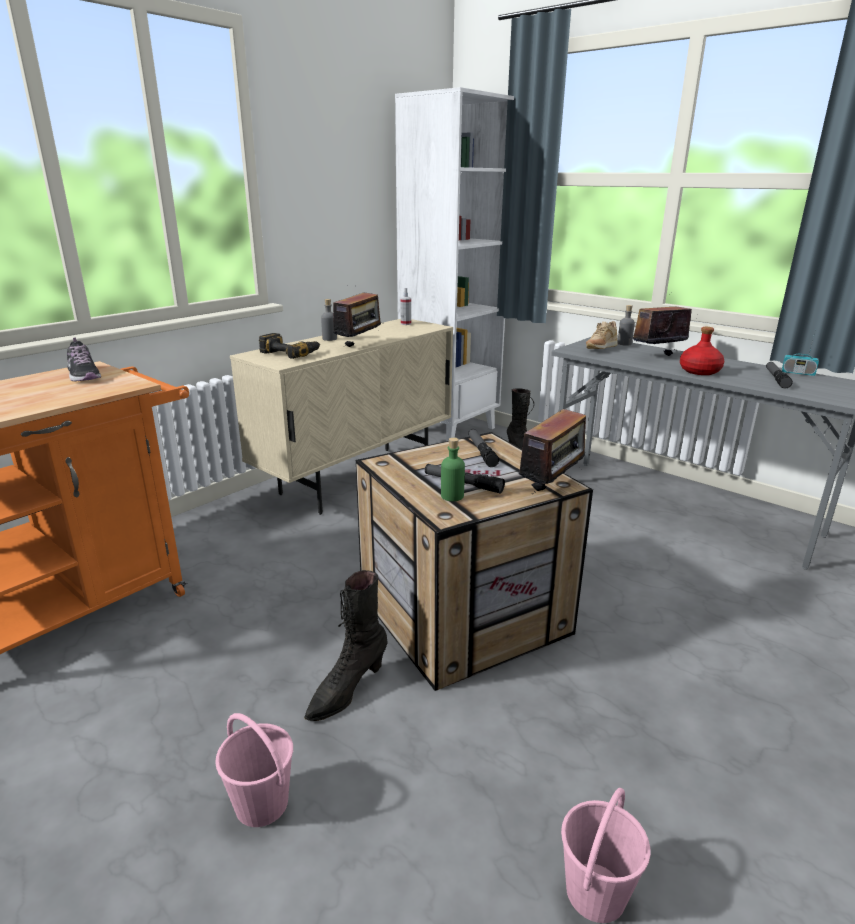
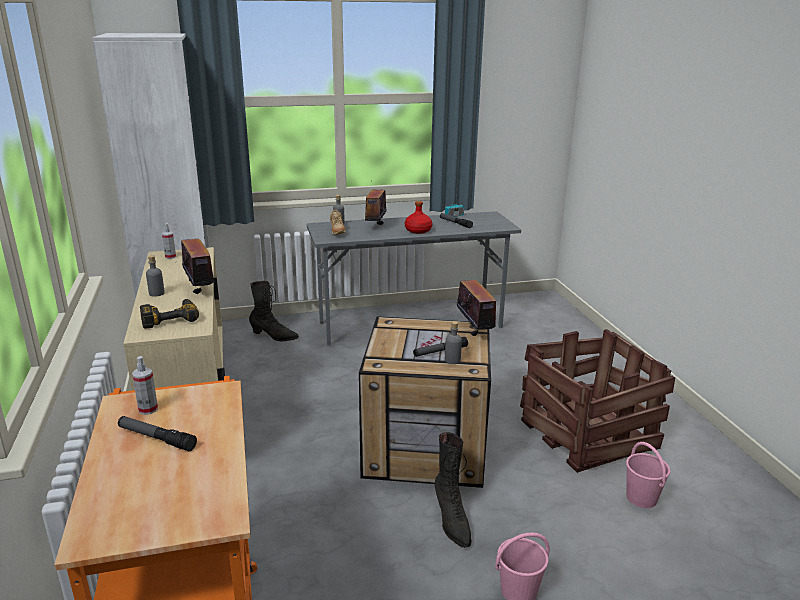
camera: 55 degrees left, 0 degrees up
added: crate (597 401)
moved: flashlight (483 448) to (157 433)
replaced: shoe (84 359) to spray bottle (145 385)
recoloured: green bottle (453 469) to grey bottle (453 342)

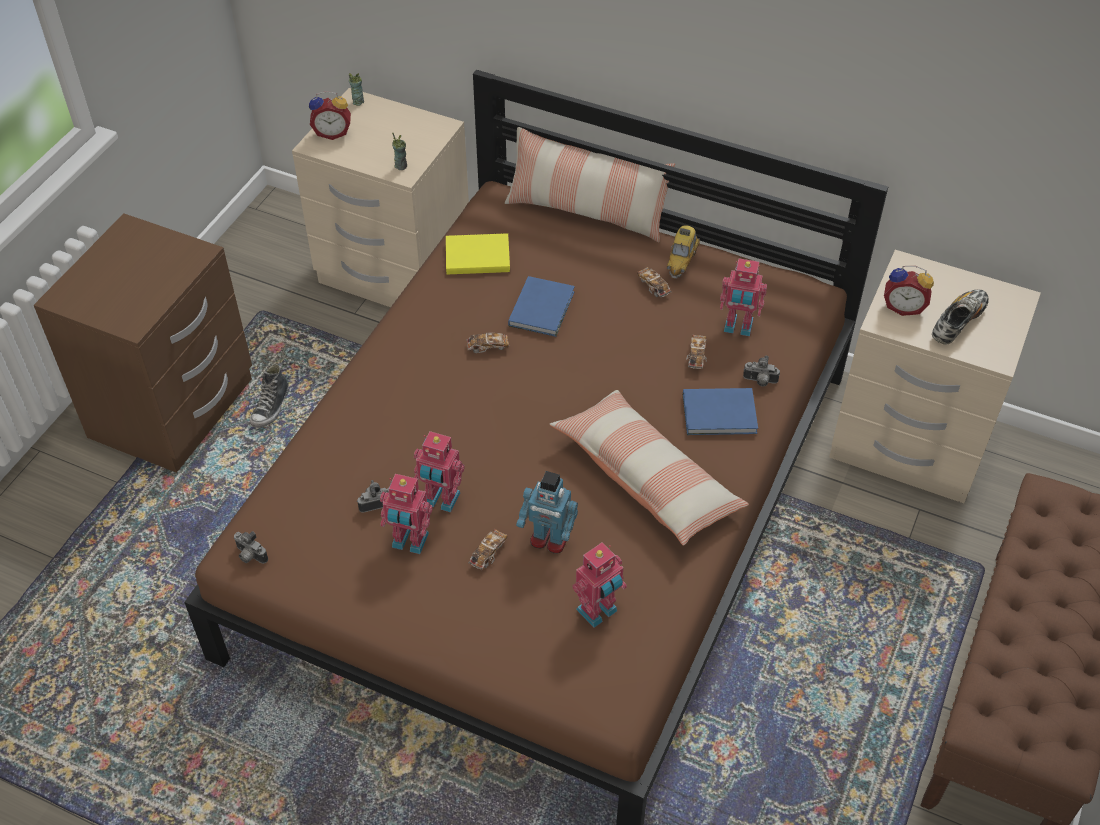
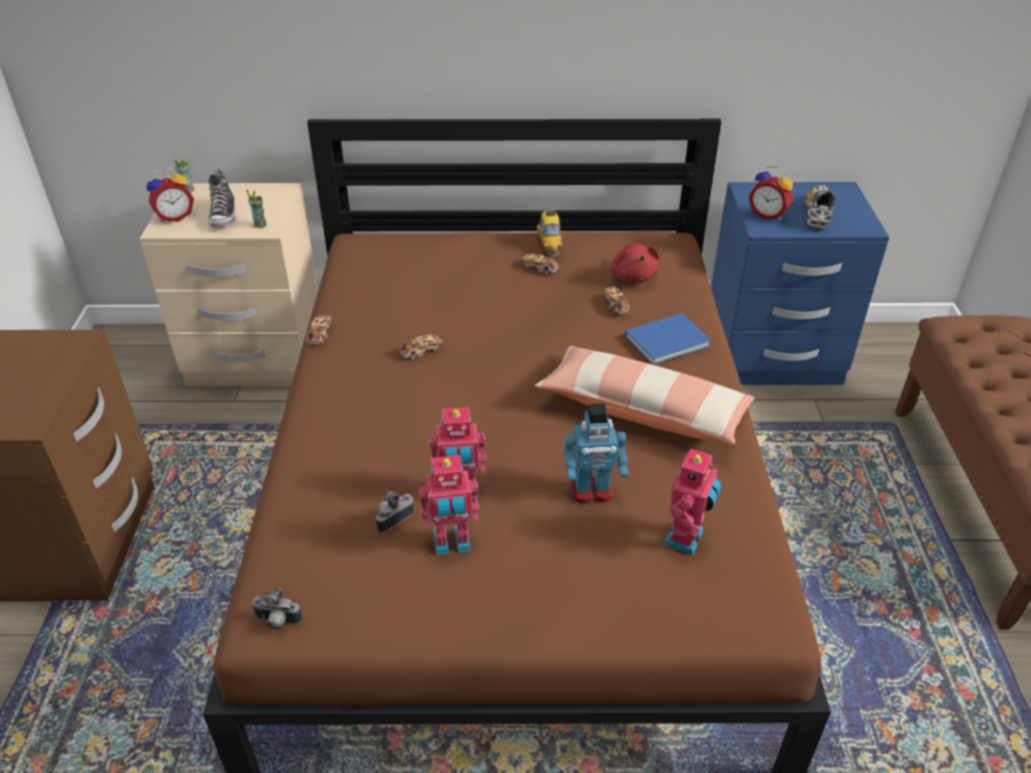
camera: 25 degrees left, 10 degrees down
removed: pillow (590 184); yellow book (478 253); blue book (541 306); photo camera (761 371)
moved: shoe (269 396) to (221 198); toy car (487 549) to (318 330)
replaced: toy robot (743 297) to red plush toy (634 263)
recoloured: beige nightstand (935 376) to blue nightstand (800 283)
turned: alarm clock (909 291) = (770 193) 45 degrees clockwise

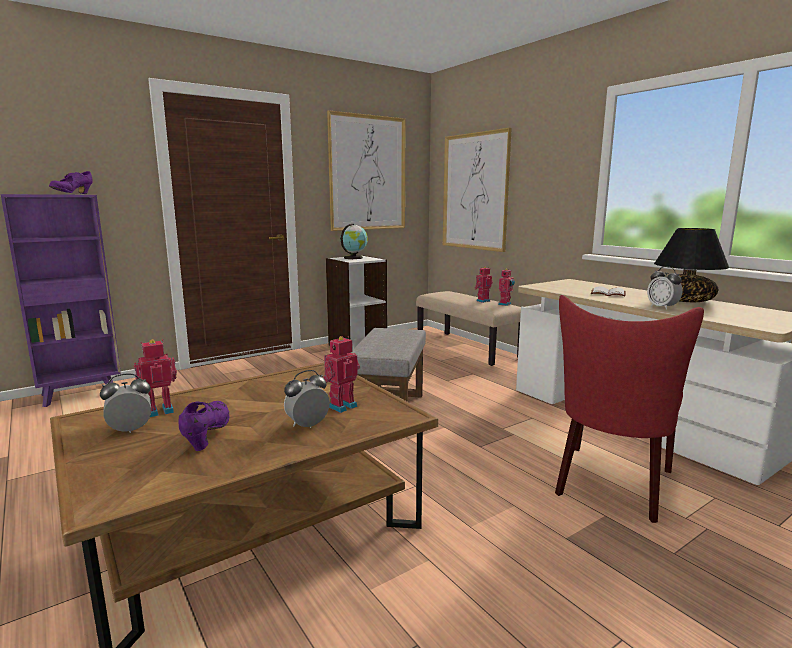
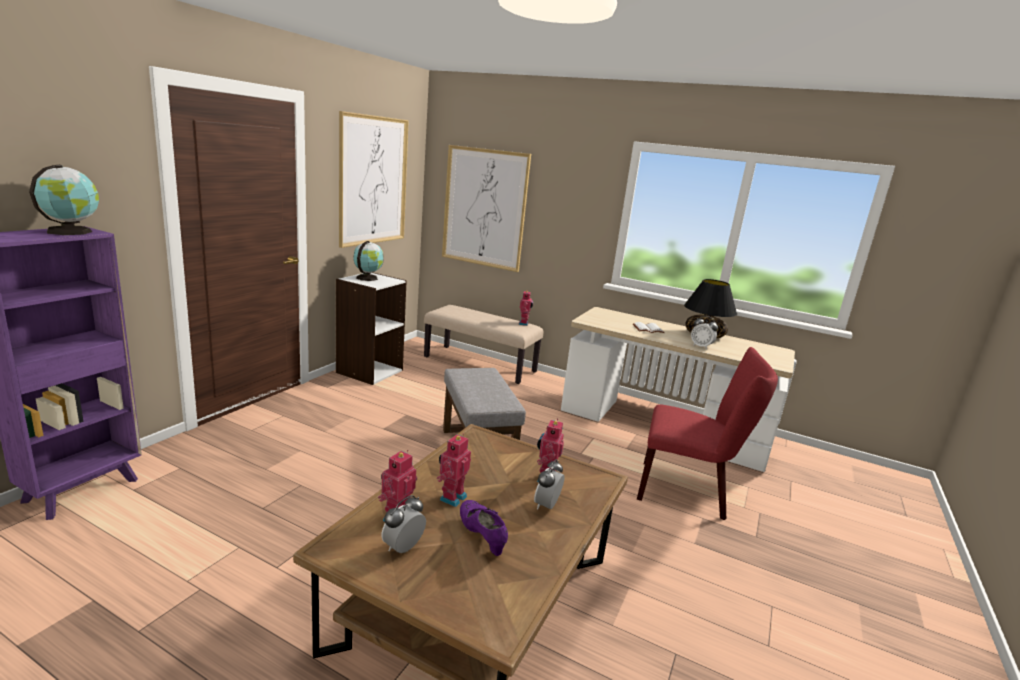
camera: 30 degrees left, 5 degrees up
moved: toy robot (483 285) to (454 470)
replaced: purple shoe (71 182) to globe (64 200)
turned: red chair (629 409) = (707 433) 75 degrees counterclockwise

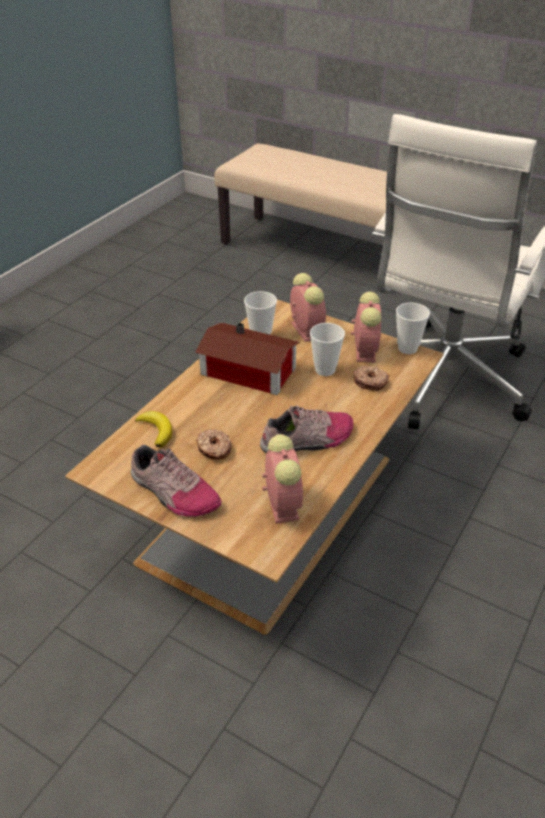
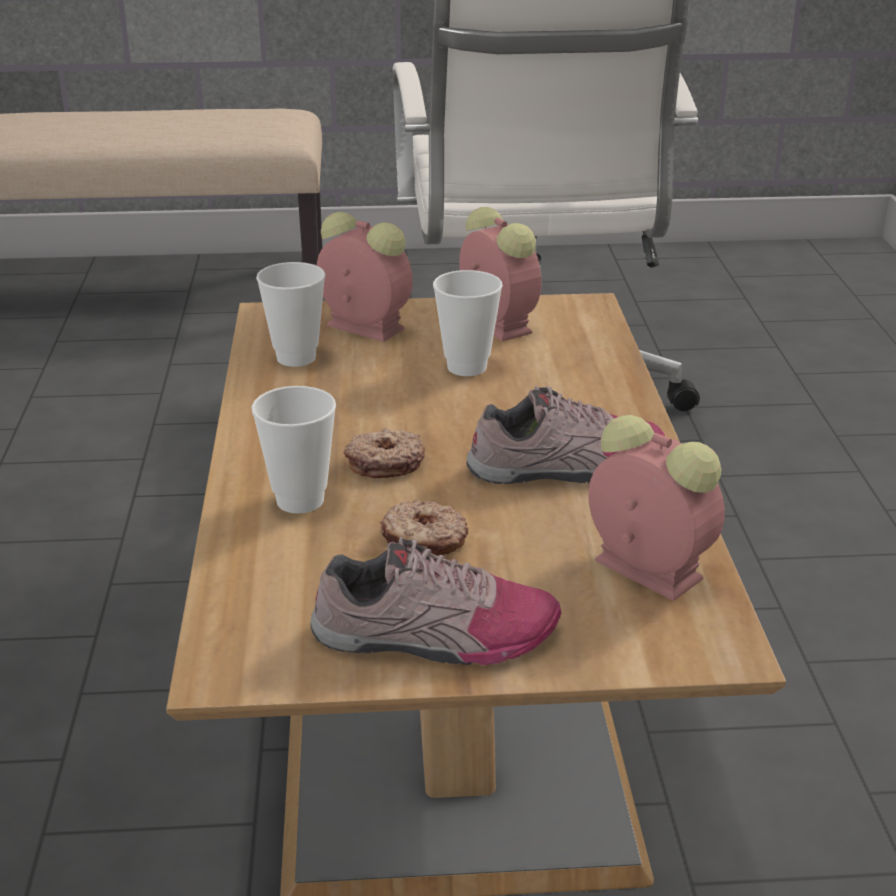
camera: 35 degrees left, 10 degrees down
removed: toy house (247 359); banana (153 429)
moved: cup (413 328) to (293 450); donut (371 378) to (384 453)
turned: shoe (307 430) = (566 435) 45 degrees clockwise

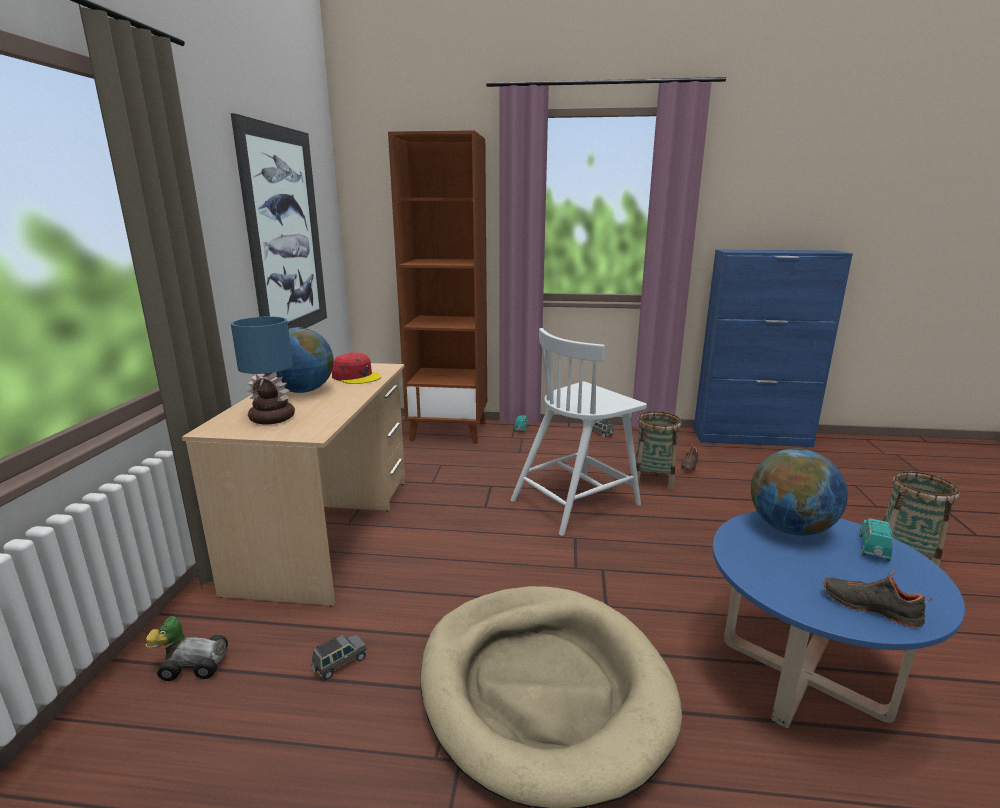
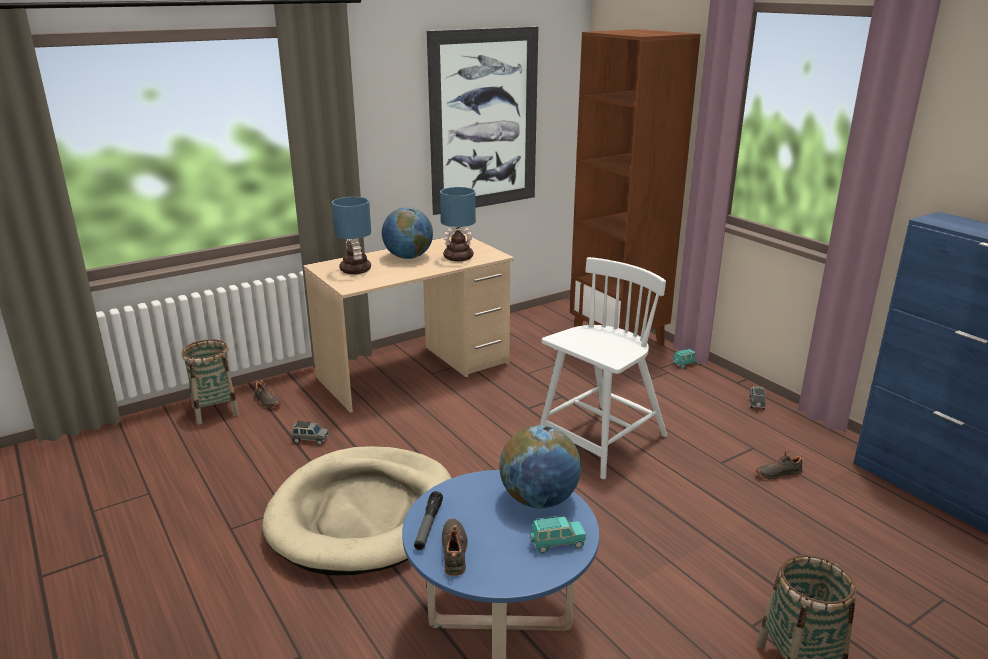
camera: 50 degrees right, 5 degrees up
added: flashlight (428 520)
moved: basket (658 450) to (210 382)
replaced: red cap (356 368) to table lamp (458 224); toy car (187 648) to black shoe (267 394)
turned: white chair (579 432) = (603 368) 120 degrees clockwise

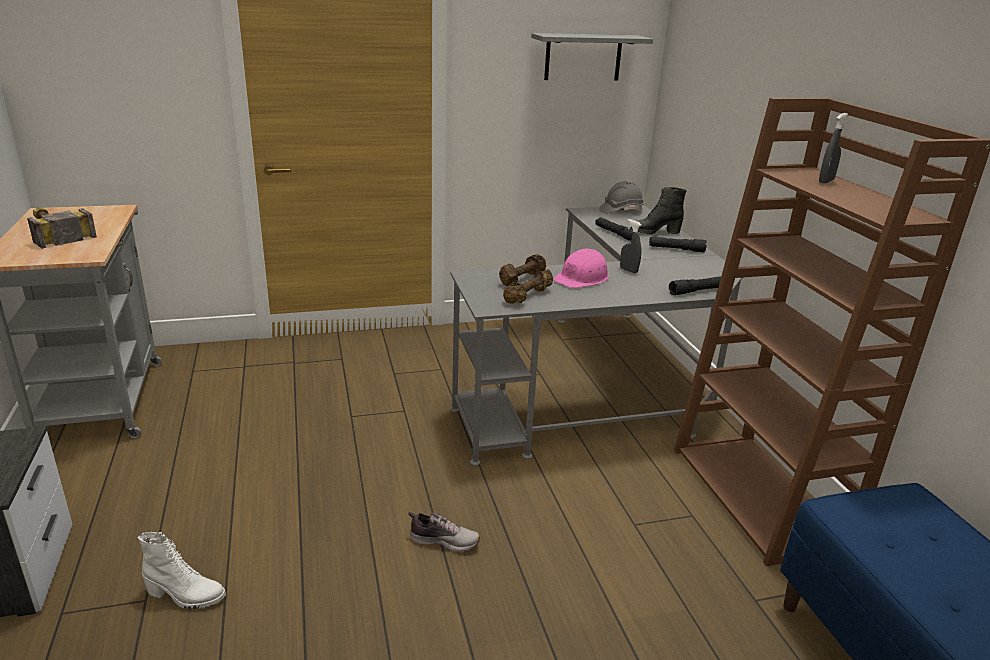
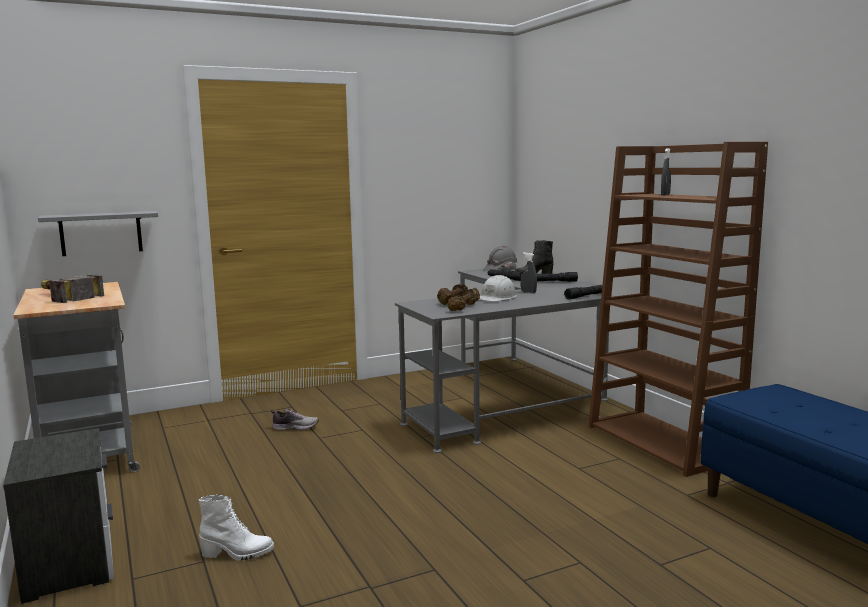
camera: 10 degrees left, 15 degrees down
moved: grey shelf (592 57) to (98 233); shoe (444 532) to (294 419)
recoloured: pink hard hat (581 268) to white hard hat (498 288)

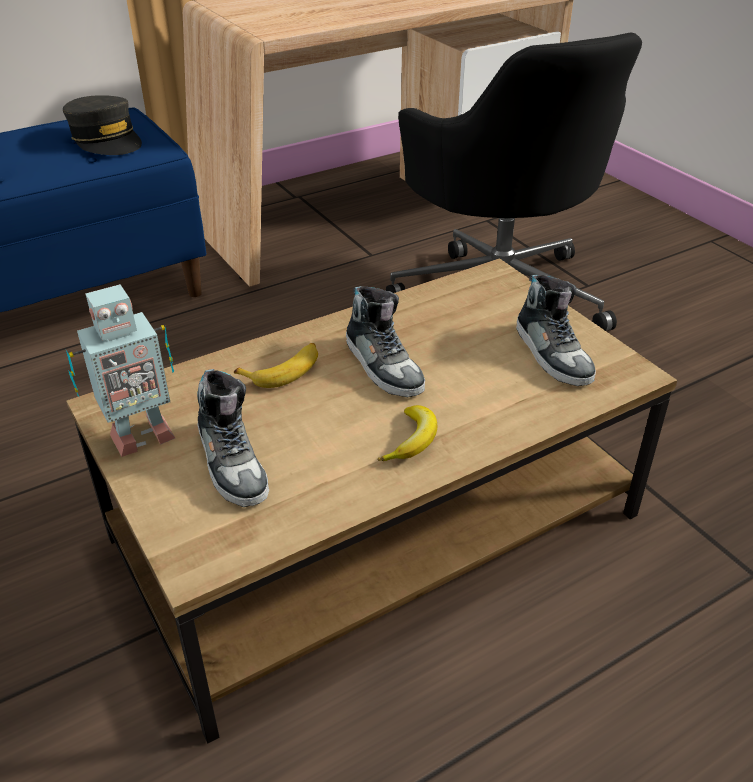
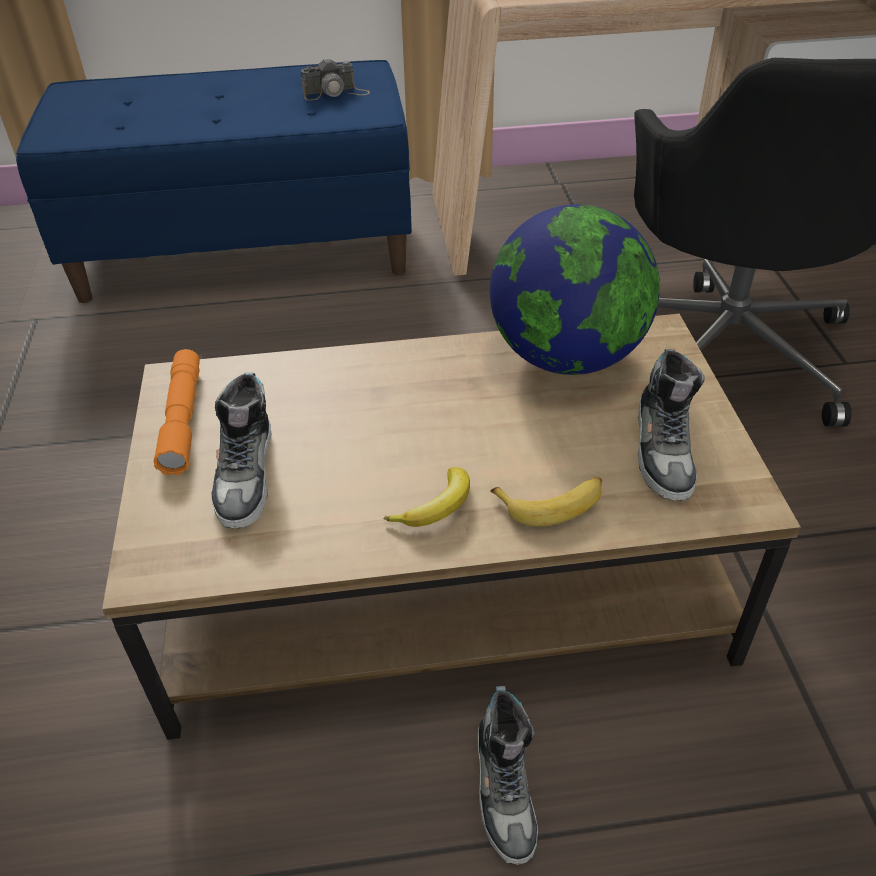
camera: 25 degrees right, 5 degrees up
added: globe (575 289)
moved: shoe (385 341) to (508 775); banana (276 365) to (546 501)
replaced: grey cap (102 125) to photo camera (335 79); toy robot (120 370) to orange flashlight (177 412)

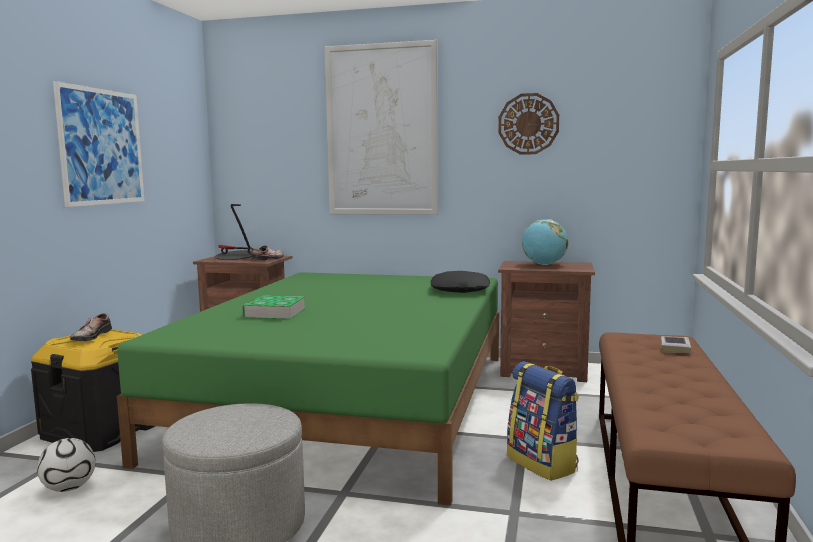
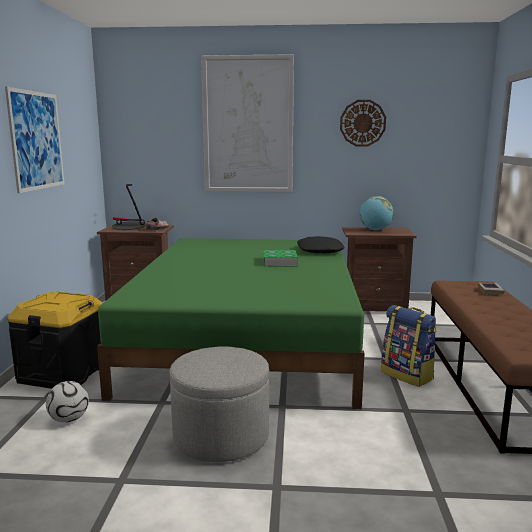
camera: 10 degrees left, 5 degrees up
removed: shoe (91 327)
moved: book (273 307) to (280 258)

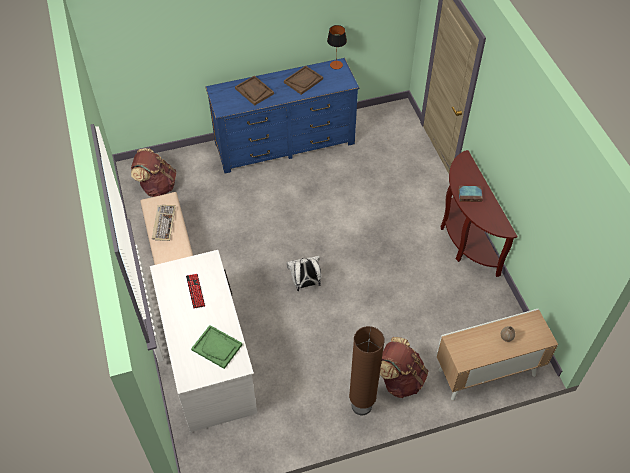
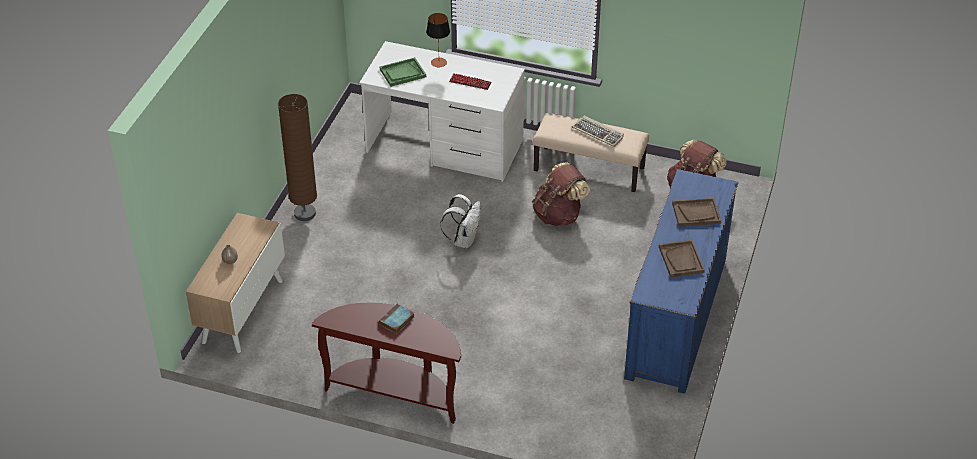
camera: 125 degrees right, 10 degrees down
moved: table lamp (337 47) to (438 40); brown backpack (404 367) to (561 194)

